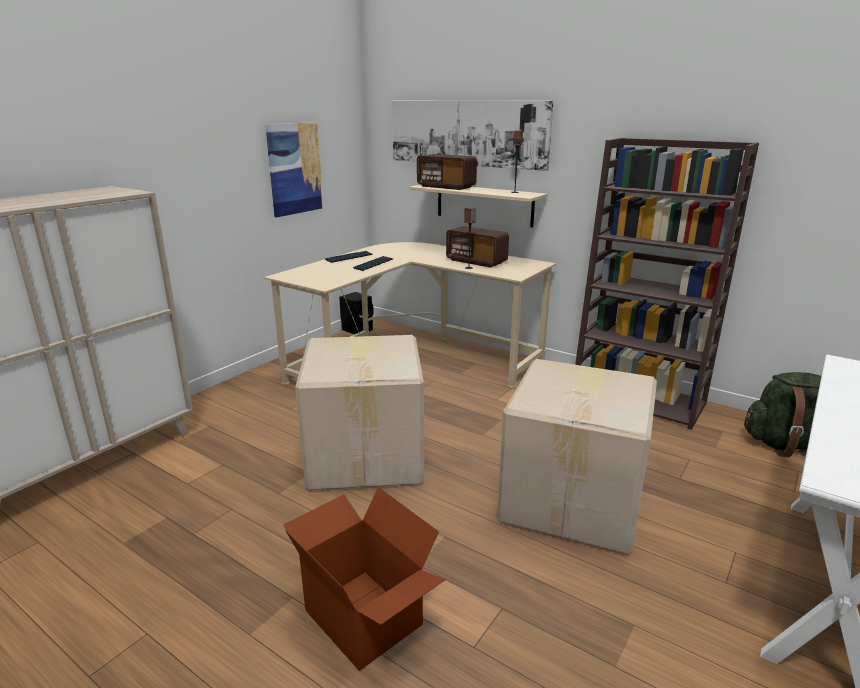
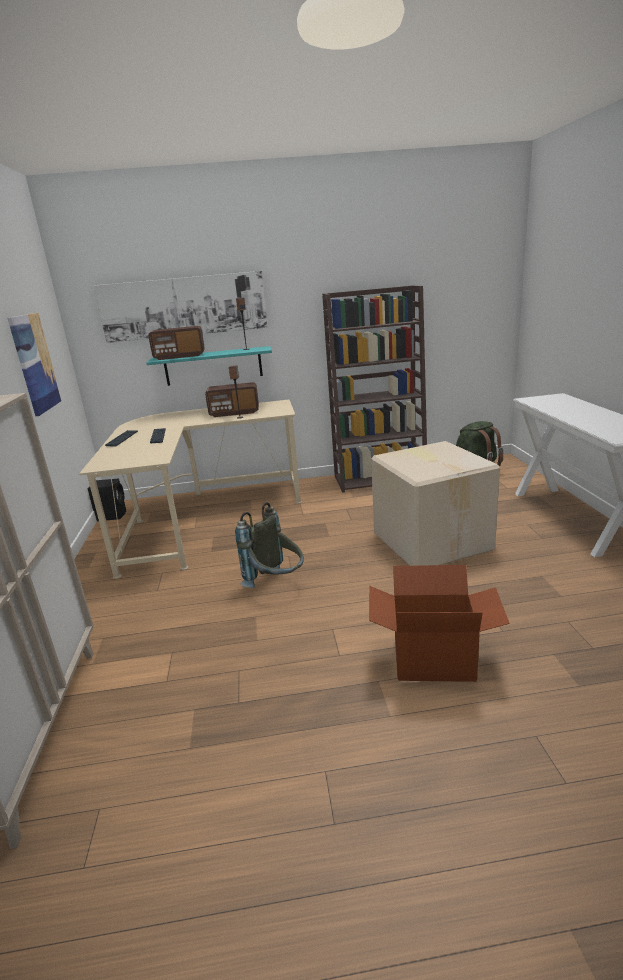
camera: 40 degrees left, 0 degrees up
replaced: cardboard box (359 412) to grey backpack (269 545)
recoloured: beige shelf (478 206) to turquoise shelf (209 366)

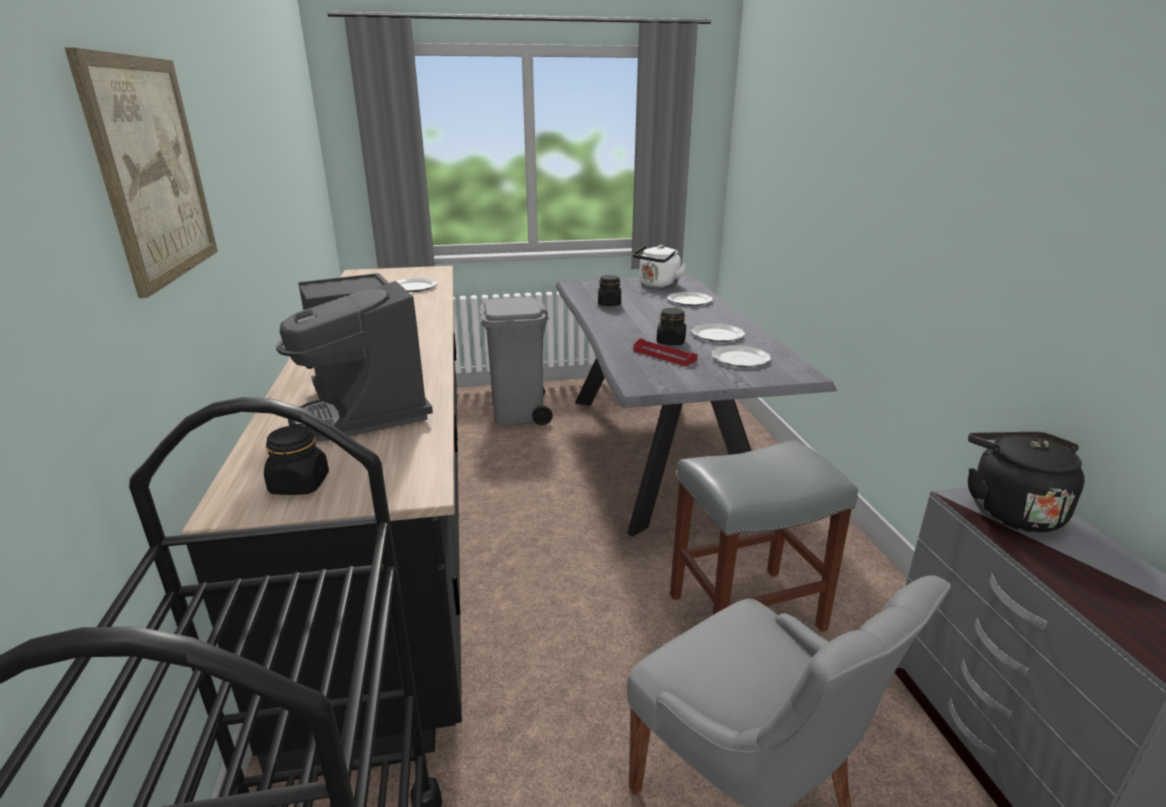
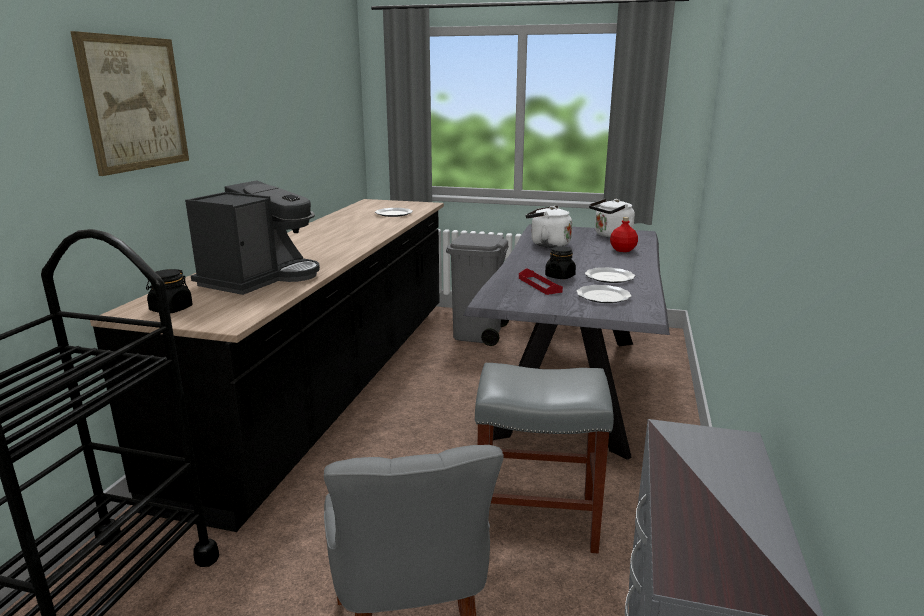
camera: 25 degrees right, 5 degrees down
removed: black kettle (1026 482)
replaced: black jar (609 290) to white kettle (549 227); plate (690 299) to red bottle (624 234)
turned: coffee machine (354 357) = (252 237) 150 degrees counterclockwise

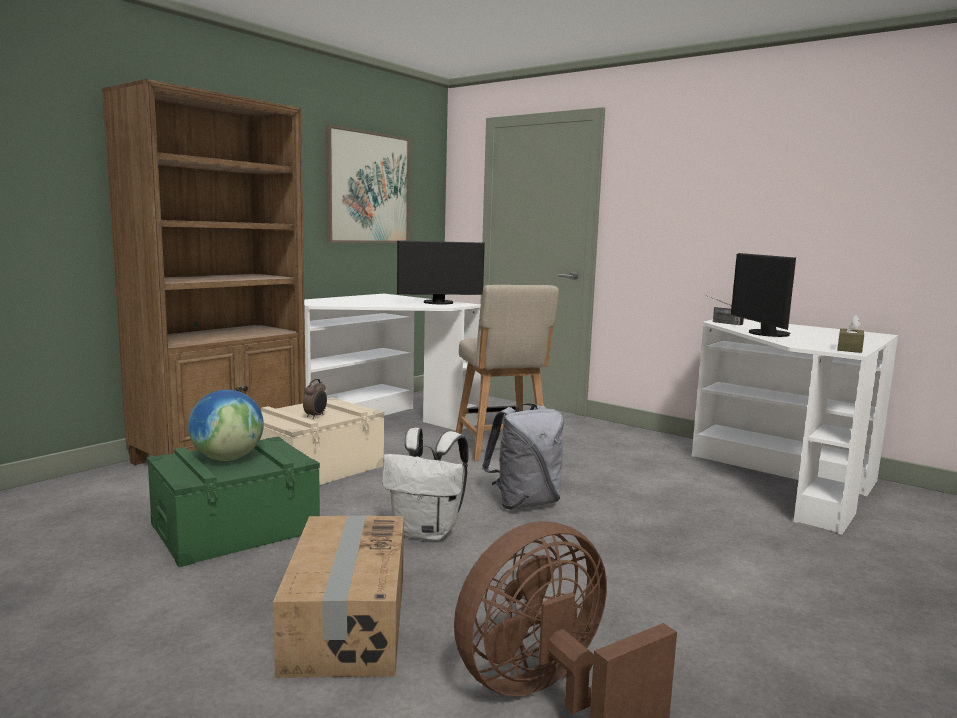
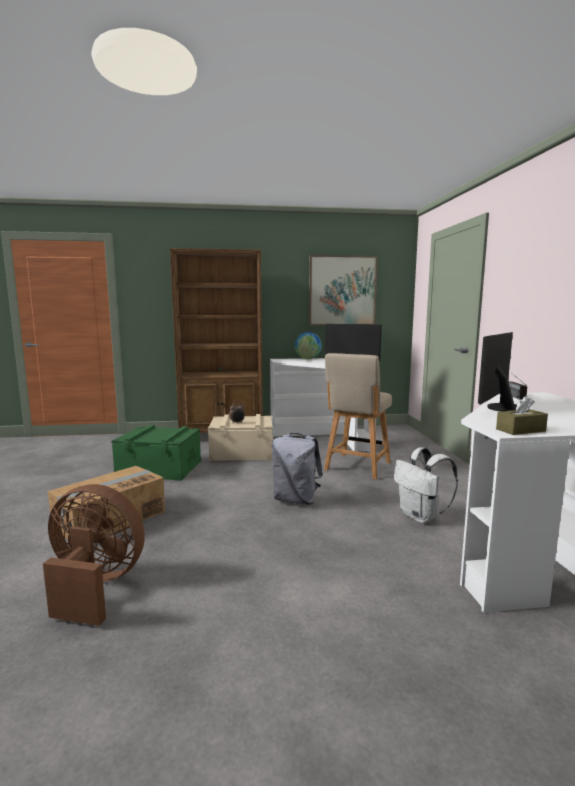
camera: 45 degrees right, 0 degrees up
moved: globe (226 425) to (308 345); white backpack (425 484) to (426 485)

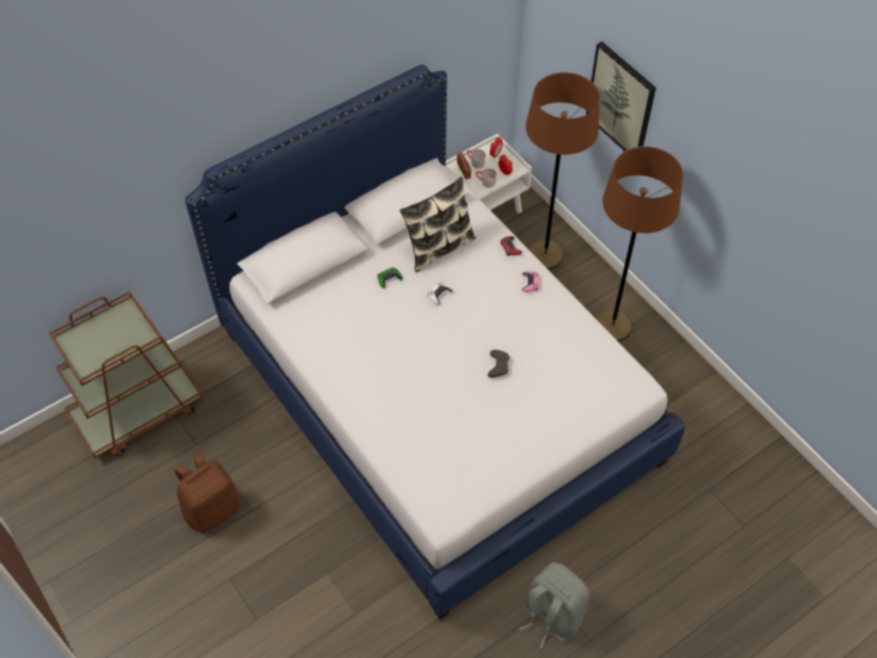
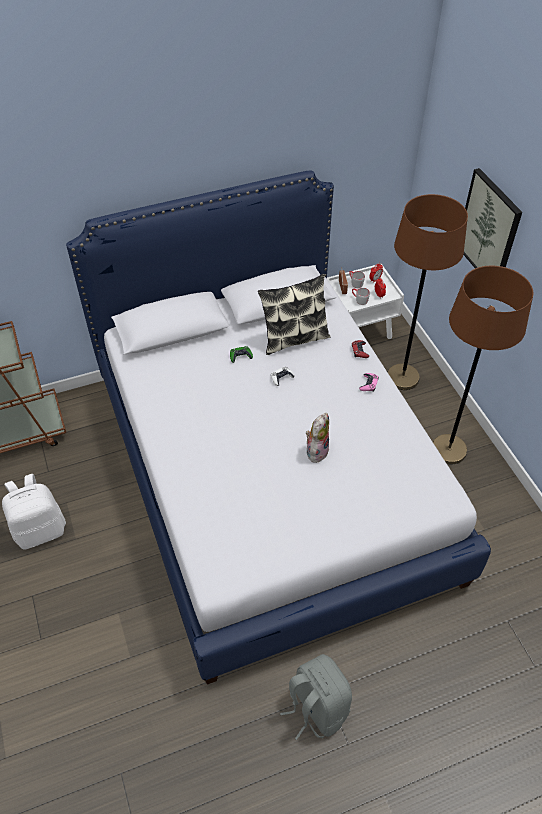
camera: 15 degrees right, 5 degrees down
replaced: grey game controller (499 364) to plush toy (317 438)
recoloured: brown backpack (207 492) to white backpack (34 512)

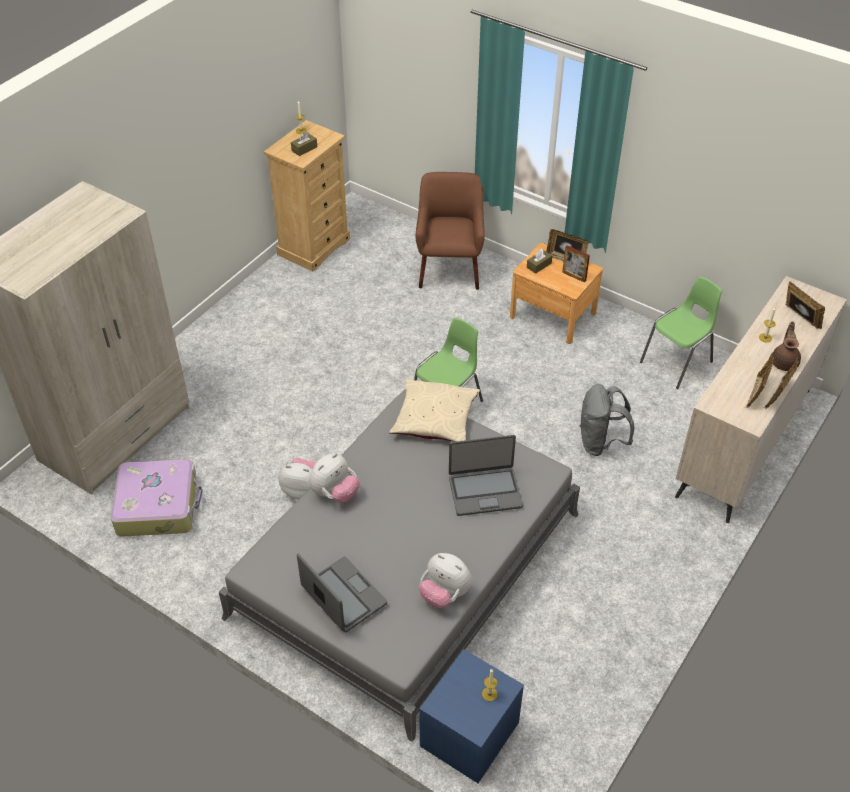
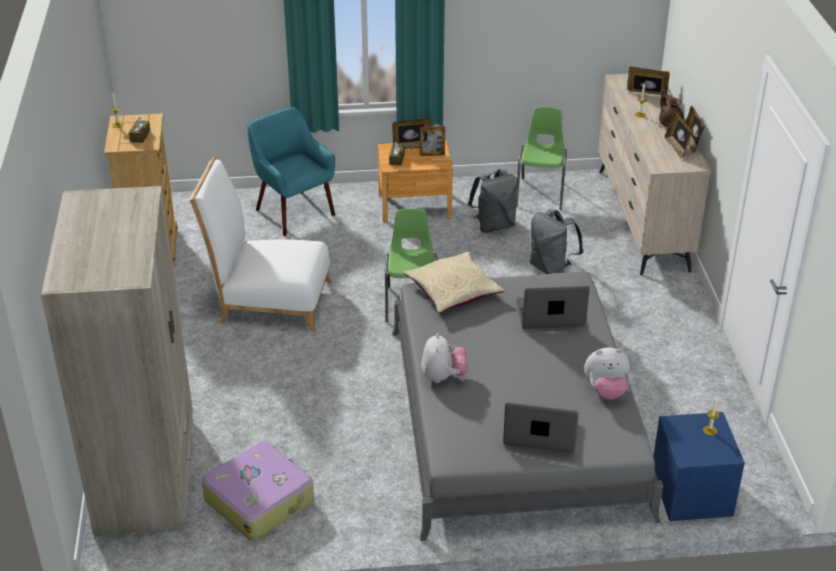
camera: 40 degrees left, 10 degrees down
removed: plush toy (297 479)
added: white chair (261 244); grey backpack (492 201)
recoloured: brown armchair (450 231) to turquoise armchair (291 171)
turned: laptop (486 475) = (553 307) 135 degrees counterclockwise

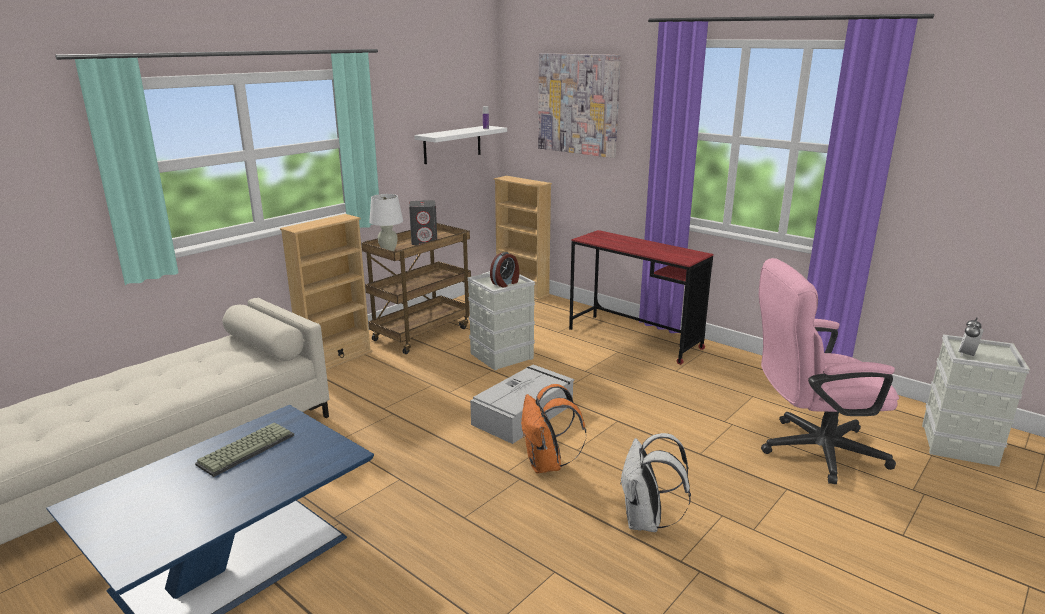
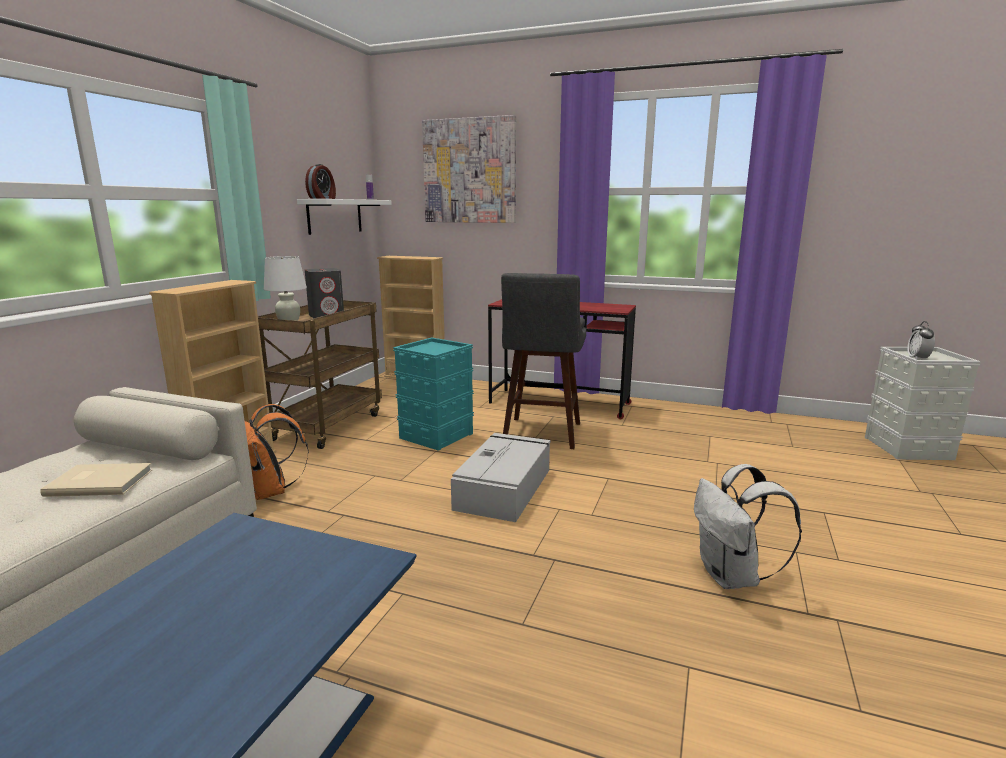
camera: 20 degrees left, 5 degrees down
removed: pink office chair (829 371); keyboard (244 450)
added: grey stool (543 361); beige book (96 480)
moved: alarm clock (504 270) to (320 181); orange backpack (553 428) to (277 452)
recoloured: grey storage box (501 321) to turquoise storage box (433 394)

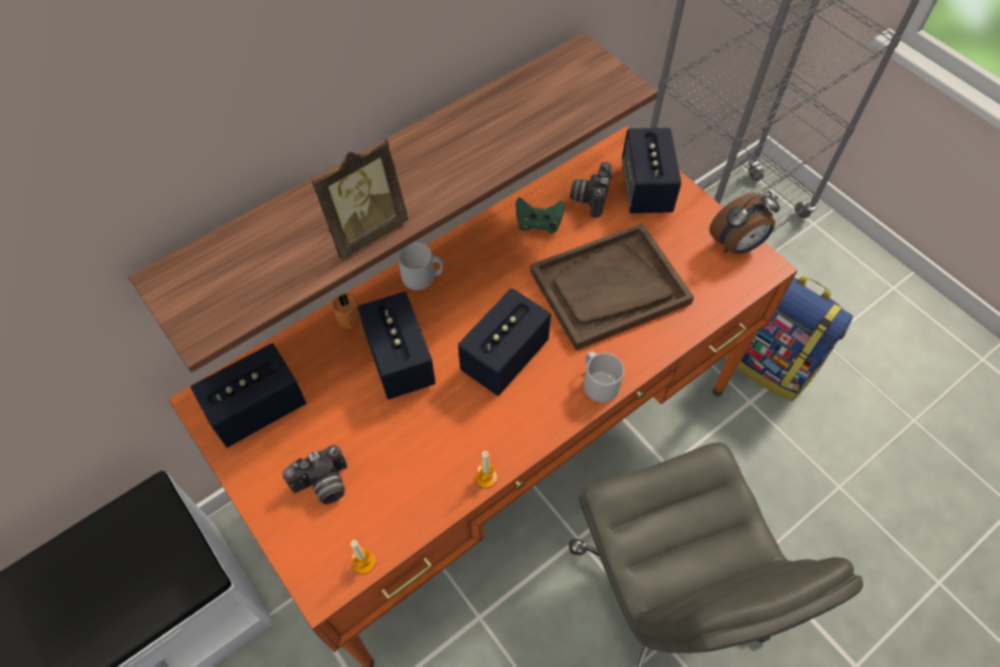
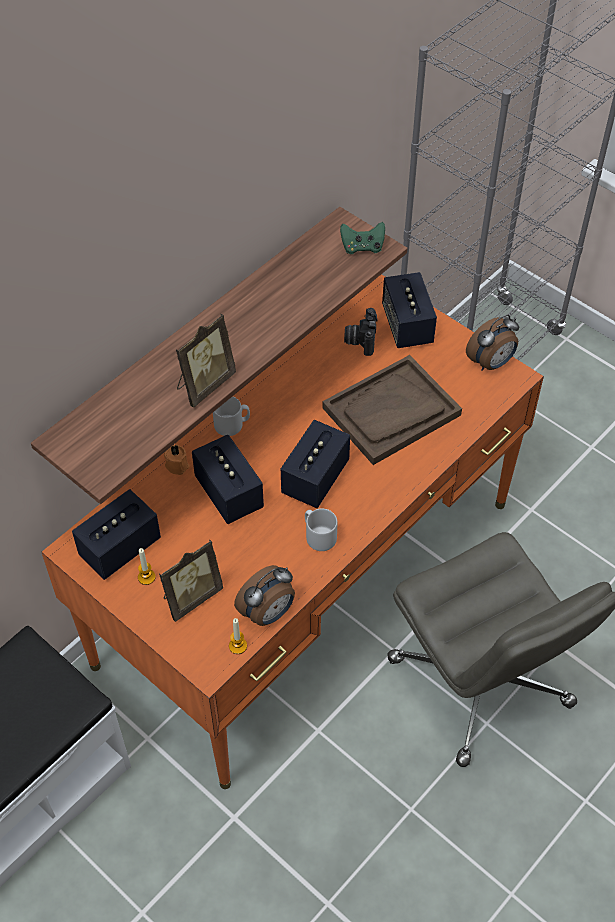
camera: 10 degrees left, 5 degrees down
removed: backpack (788 338)
added: alarm clock (264 595)
moved: green game controller (540 215) to (362 238); grey mug (604 377) to (321 529); candle (486 469) to (147 566)
replaced: photo camera (315 474) to picture frame (191 580)

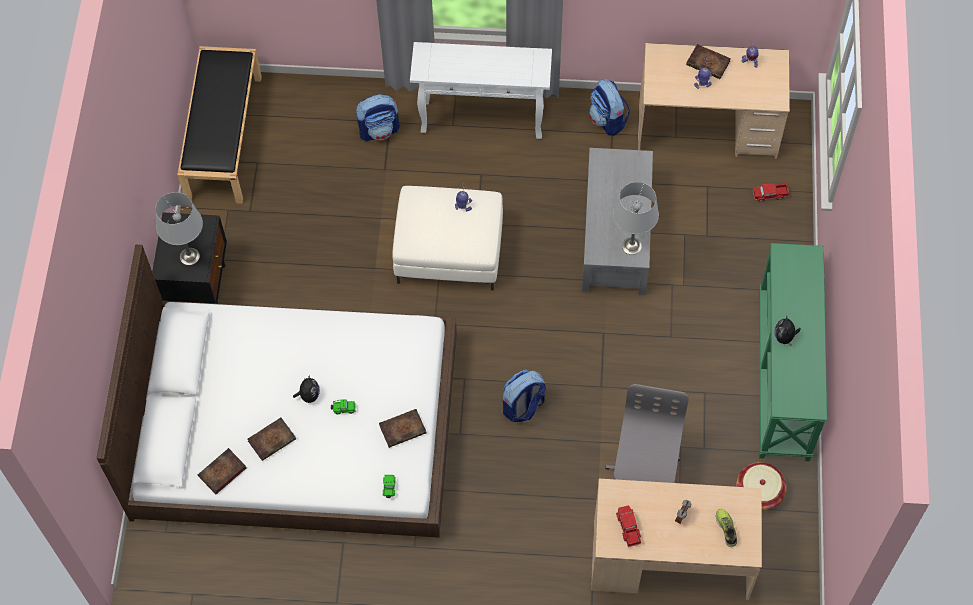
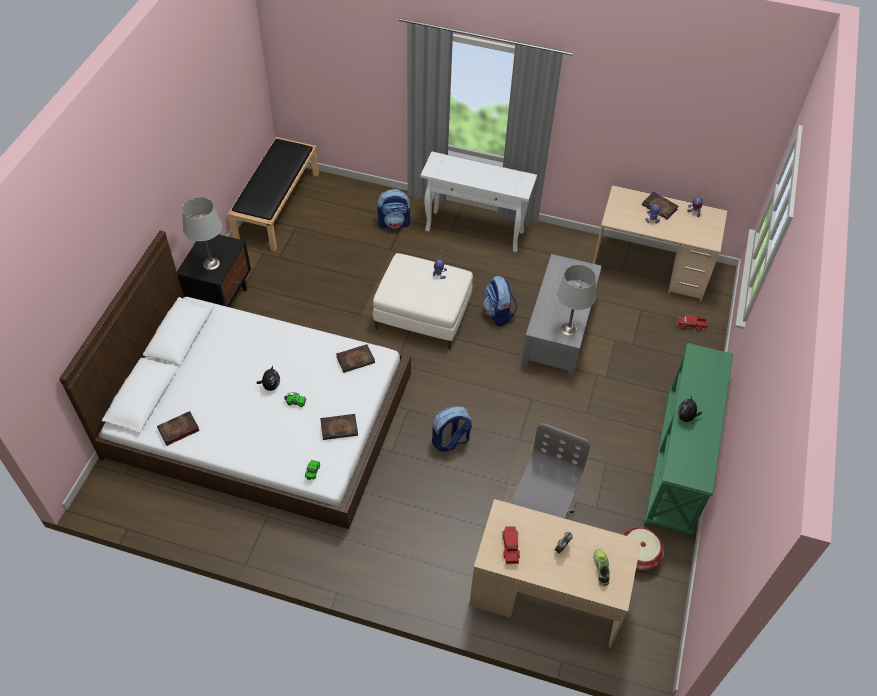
camera: 10 degrees right, 10 degrees down
moved: backpack (609 107) to (500 301); book (271 439) to (355 358)

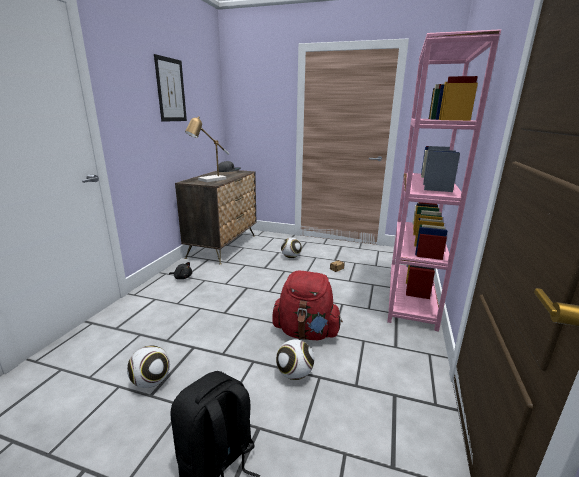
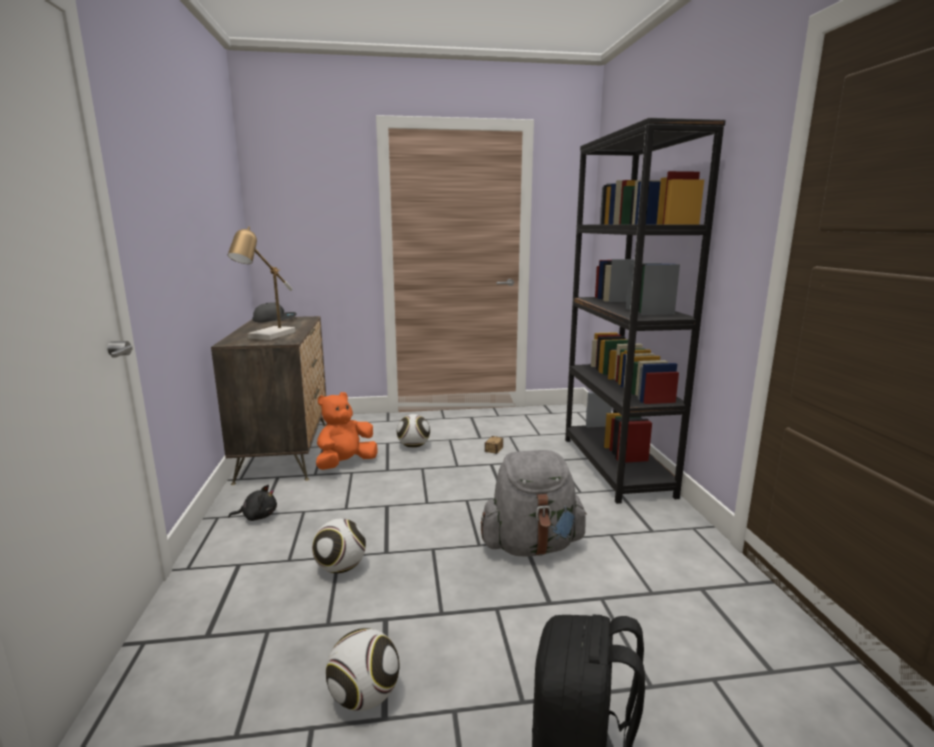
camera: 25 degrees left, 5 degrees down
removed: picture (170 88)
added: orange plush toy (346 431)
moved: football (295 359) to (339 546)
recoloured: pink bookcase (444 180) to black bookcase (645 311); red backpack (307 305) to grey backpack (534 503)

